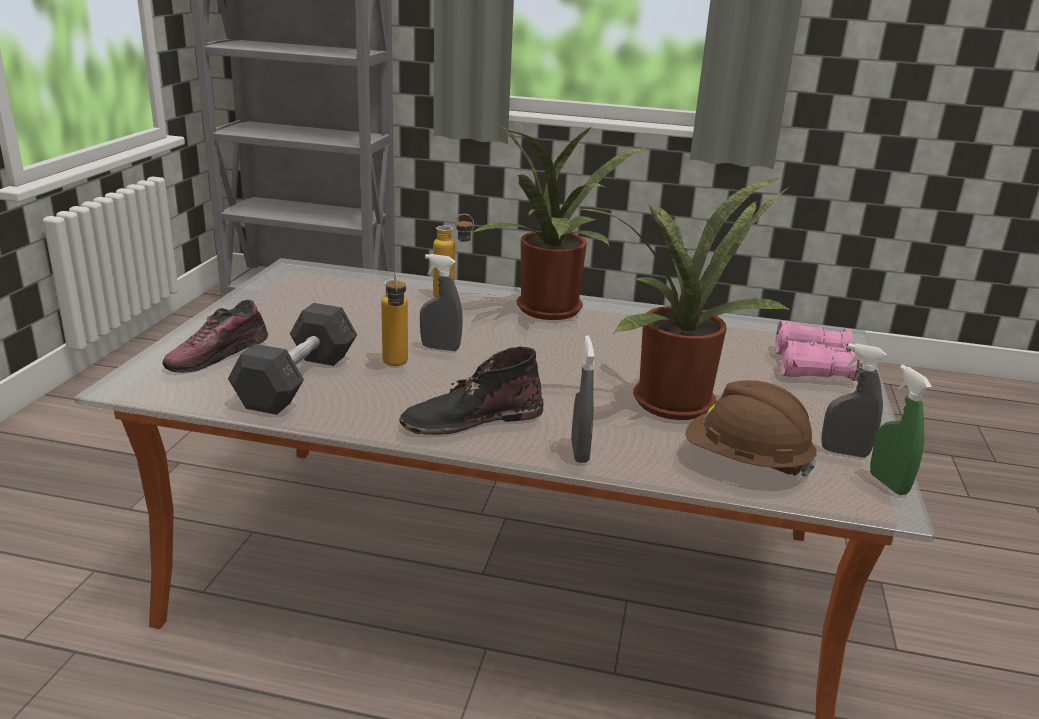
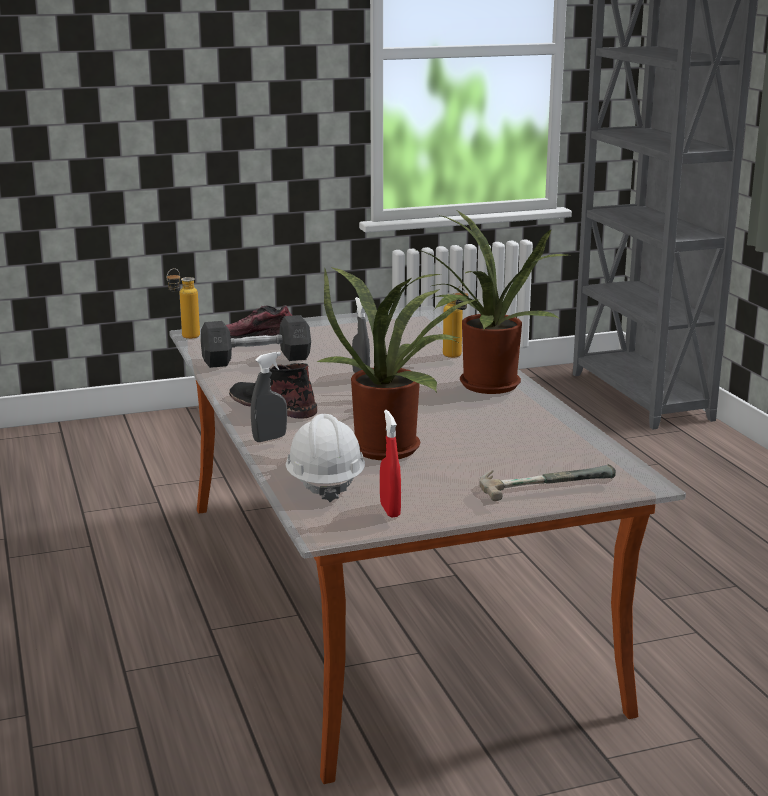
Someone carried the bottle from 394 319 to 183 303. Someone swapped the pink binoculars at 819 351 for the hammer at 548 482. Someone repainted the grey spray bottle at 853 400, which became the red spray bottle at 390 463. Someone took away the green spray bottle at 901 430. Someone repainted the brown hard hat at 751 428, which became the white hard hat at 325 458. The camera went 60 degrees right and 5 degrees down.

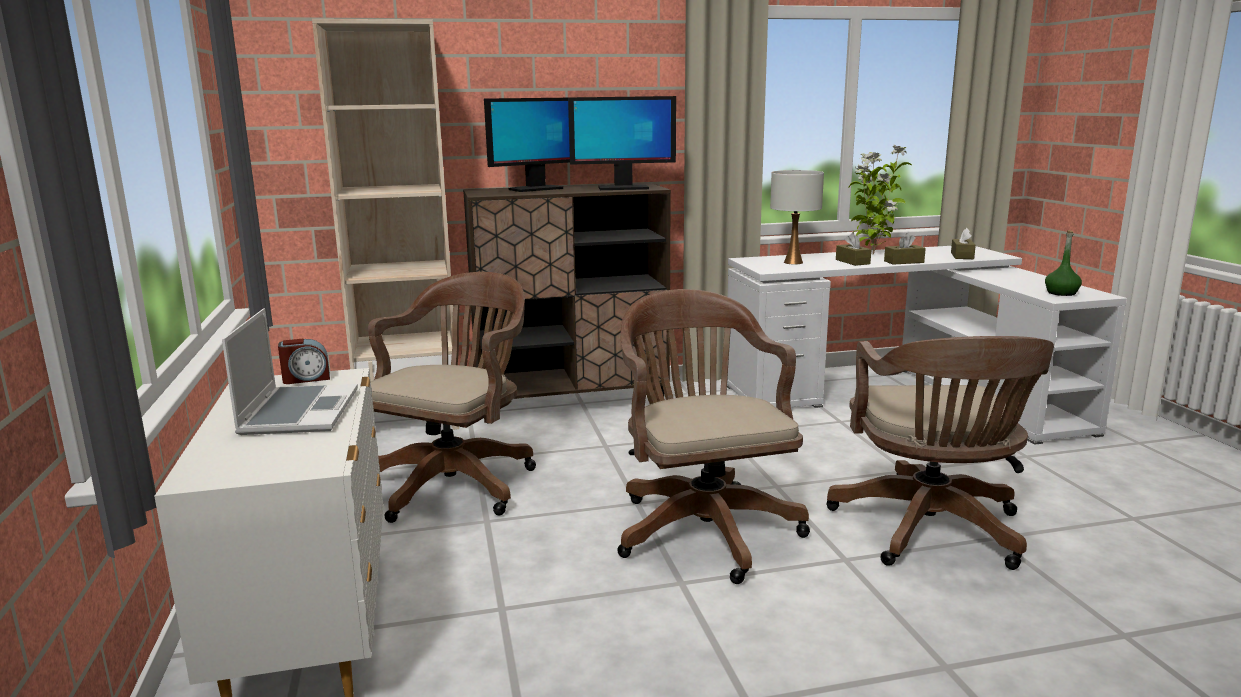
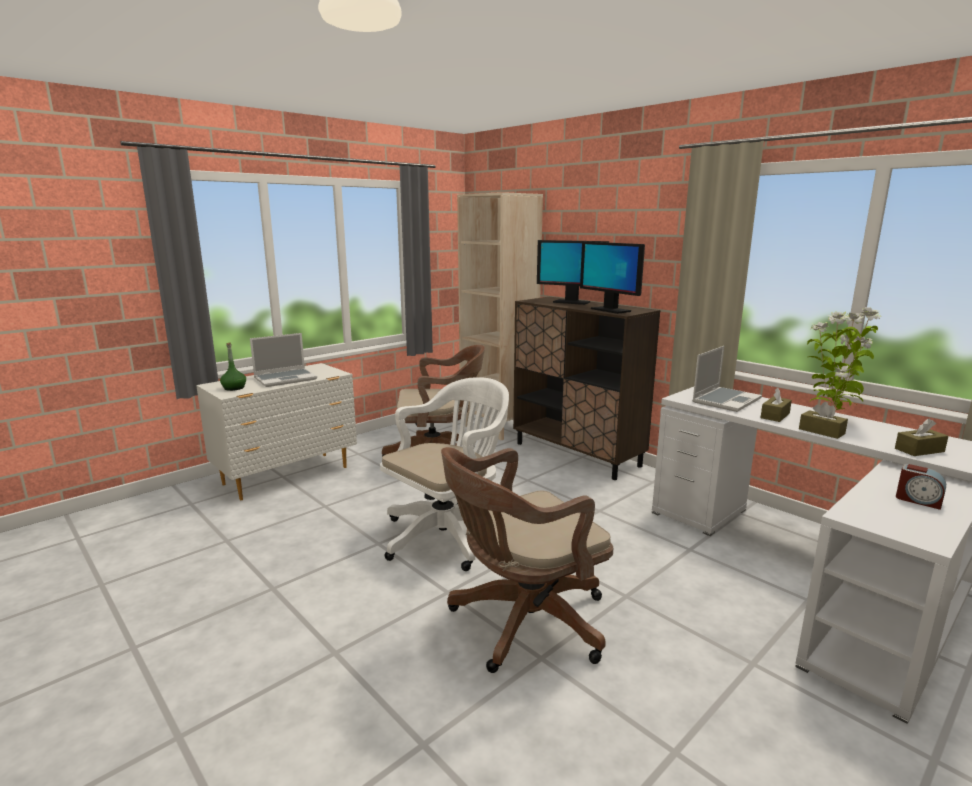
Someone swapped the white table lamp at 797 217 for the laptop at 727 379. Someone carried the green bottle from 1063 263 to 233 366. Someone repainted the brown office chair at 713 436, which became the white office chair at 444 474. Someone carried the alarm clock from 304 361 to 921 487. The camera went 60 degrees right and 0 degrees up.

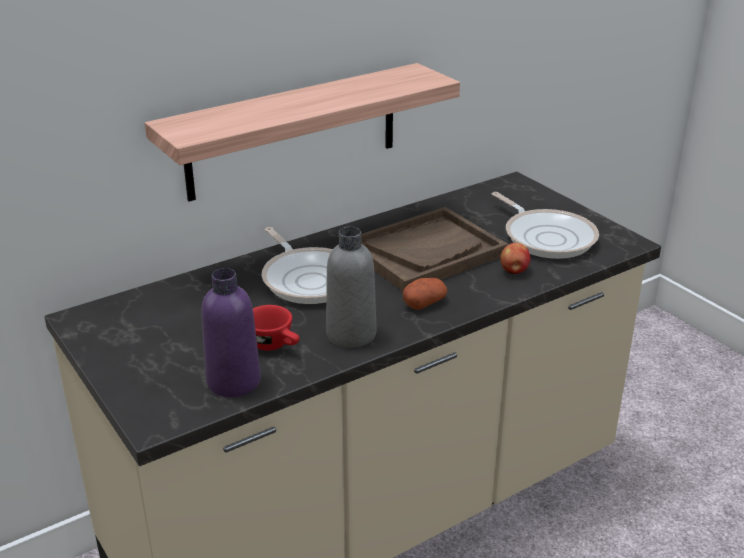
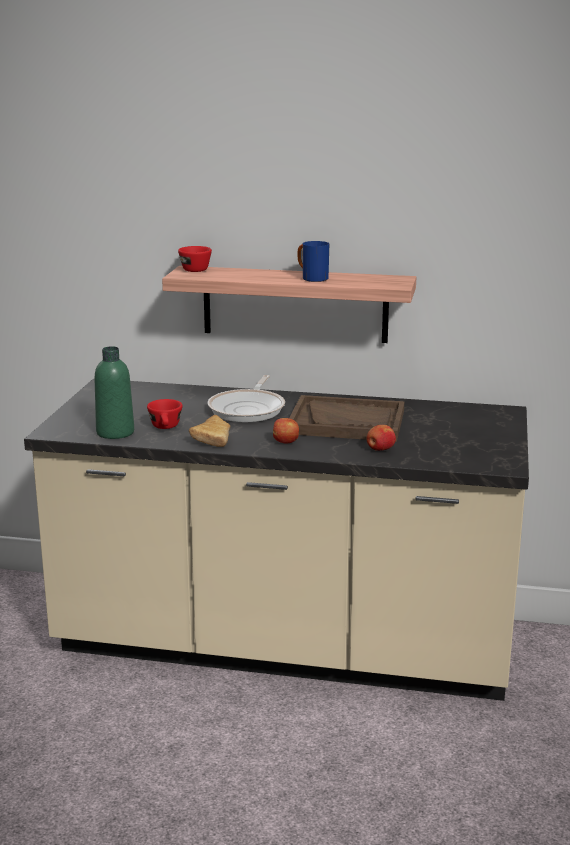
Someone took away the frying pan at 545 225. Someone swapped the grey bottle at 351 287 for the bread at 210 431. Someone repainted the purple bottle at 231 332, which became the green bottle at 114 392. Someone swapped the potato at 425 294 for the apple at 286 430. Someone put down the blue mug at 313 261. Someone put down the red cup at 195 259. The camera went 45 degrees right and 10 degrees down.

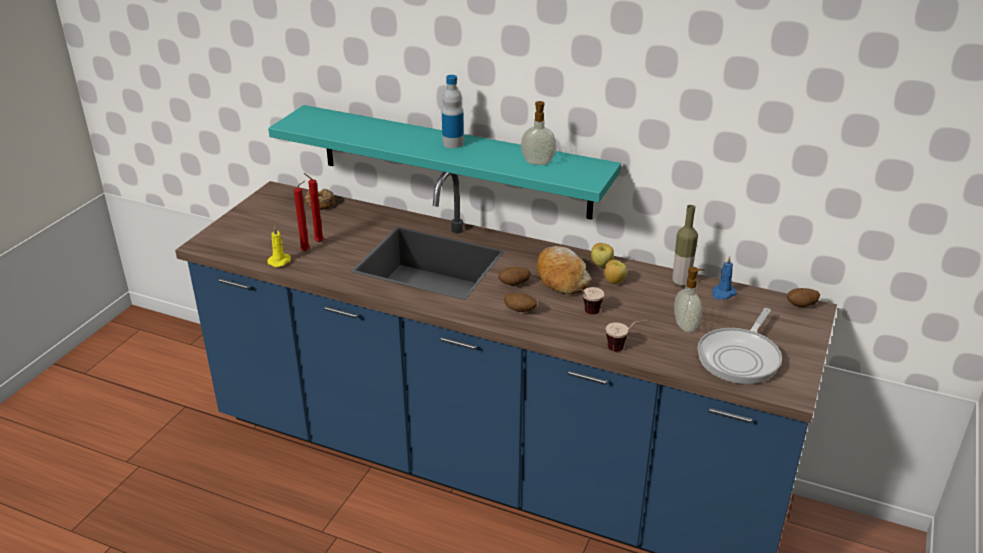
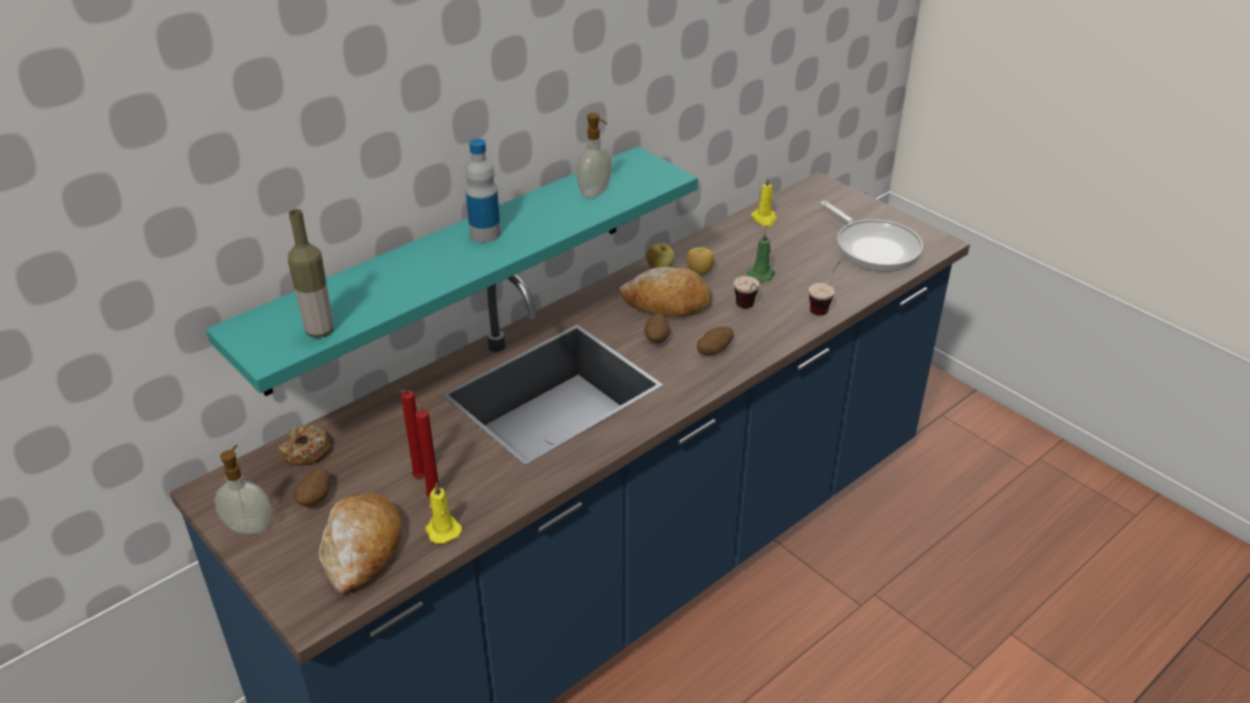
Someone carried the bottle from 685 246 to 311 273. Someone repainted the blue candle at 724 277, which became the yellow candle at 764 202. Someone carried the soap dispenser from 689 300 to 243 489. Someone carried the potato from 803 297 to 312 487. Someone put down the green candle at 761 256. Someone put down the bread at 360 543. The camera went 65 degrees left and 5 degrees up.

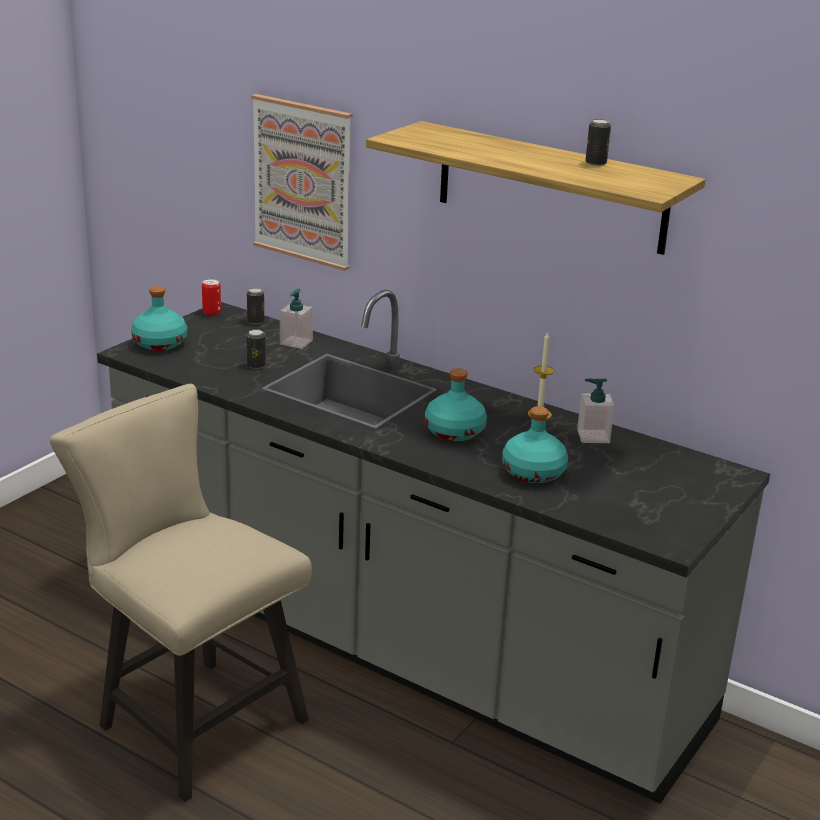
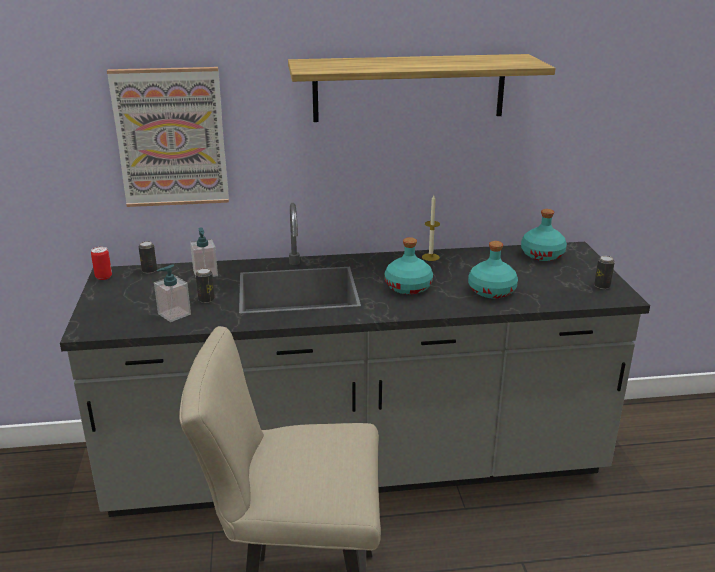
Someone carried the can from 598 142 to 604 272. Someone carried the turquoise bottle from 159 318 to 544 235. Someone carried the soap dispenser from 596 411 to 172 293. The camera went 40 degrees left and 0 degrees up.

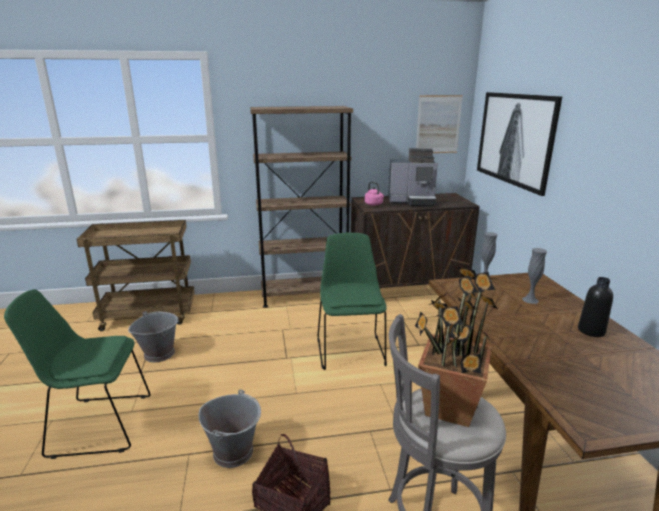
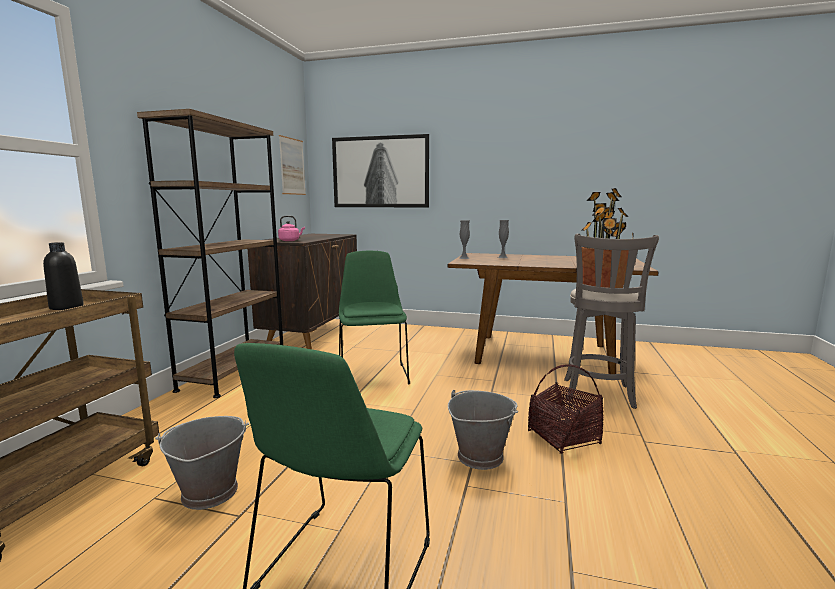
Someone took away the coffee machine at 413 177. Someone rotated the green chair at 352 301 by 60 degrees clockwise. Someone carried the black bottle from 595 307 to 63 276. The camera went 65 degrees left and 10 degrees down.

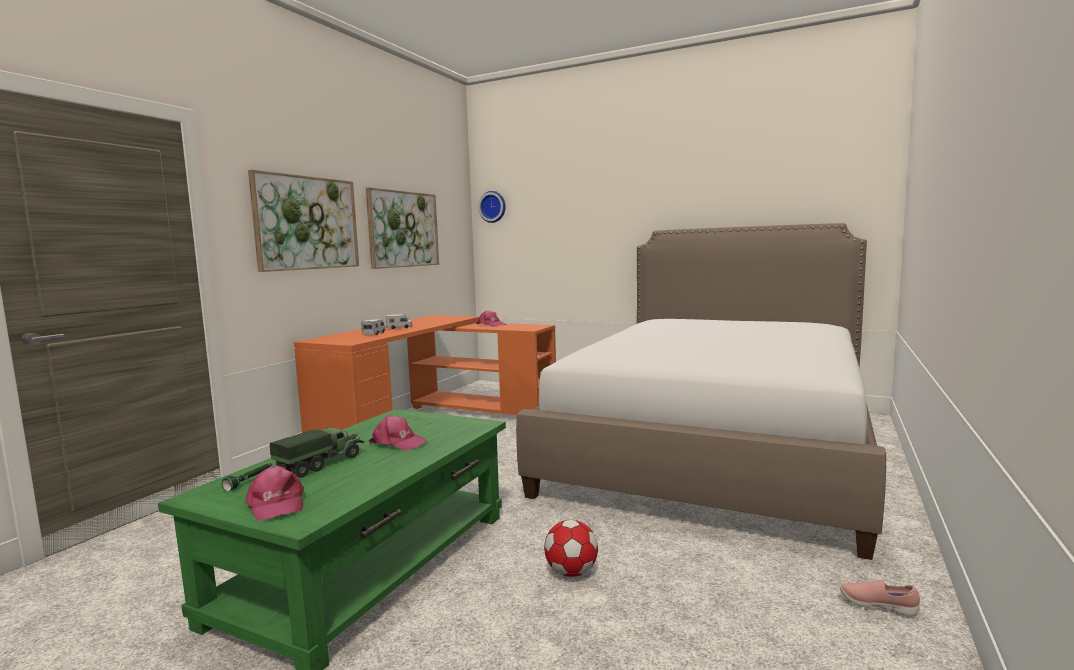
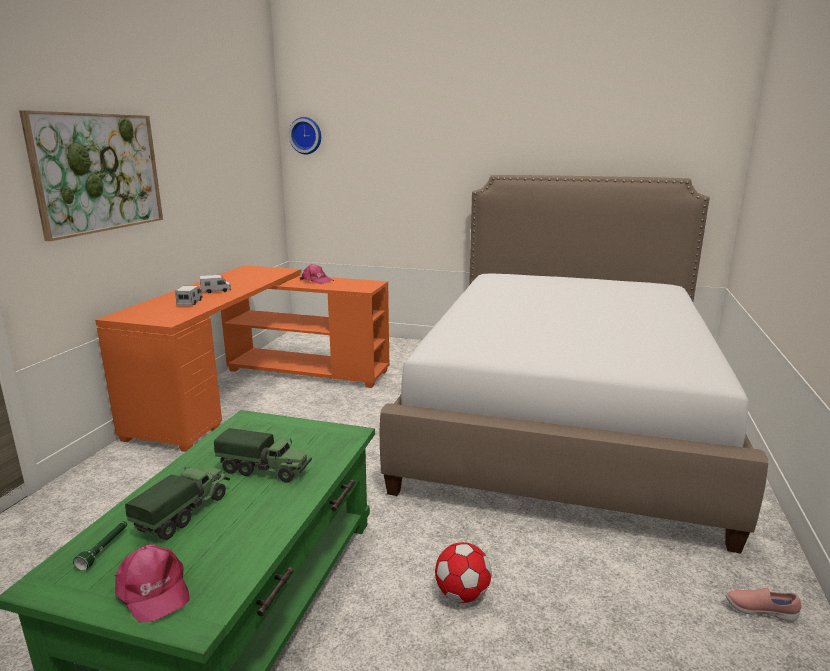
Someone took away the picture at 402 228. Someone swapped the pink cap at 398 432 for the toy truck at 263 455. The camera went 10 degrees left and 10 degrees up.

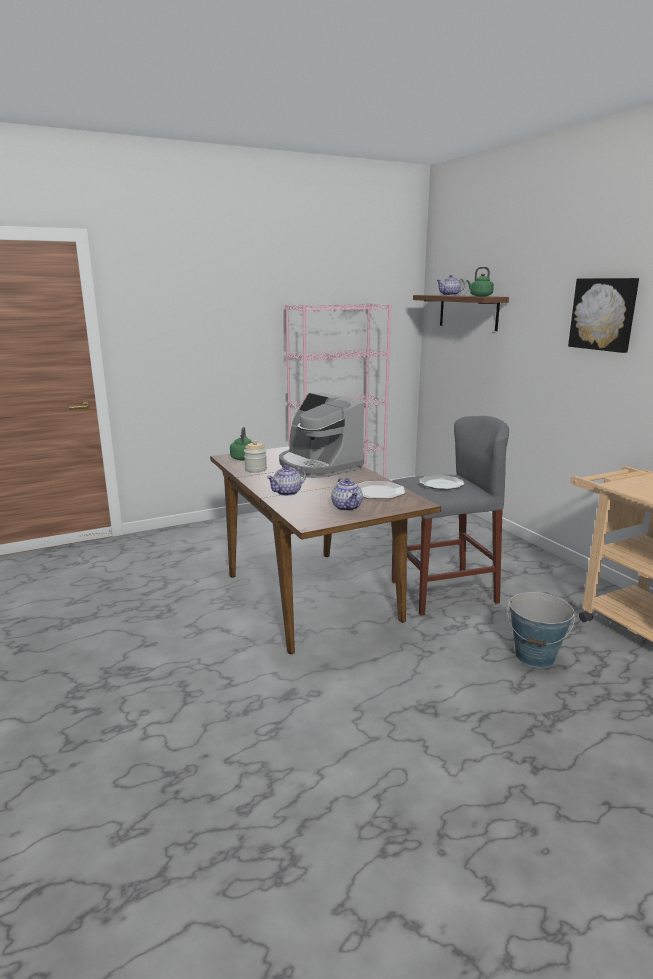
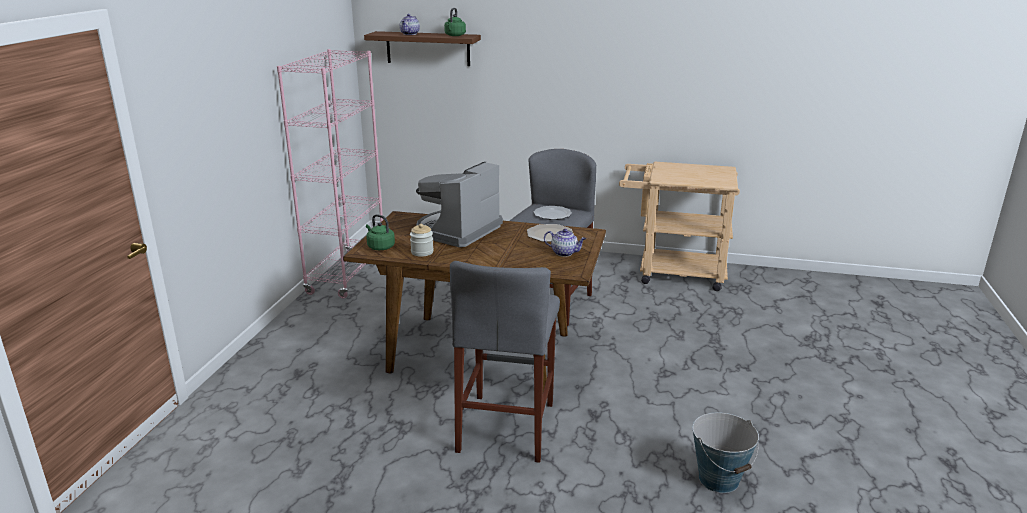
Someone took away the picture at 603 315. Someone rotated the coffee machine at 321 435 by 120 degrees clockwise. Someone took away the teapot at 286 480. Someone carried the bucket from 541 630 to 726 453. Someone put down the grey stool at 505 362. The camera went 50 degrees left and 5 degrees up.

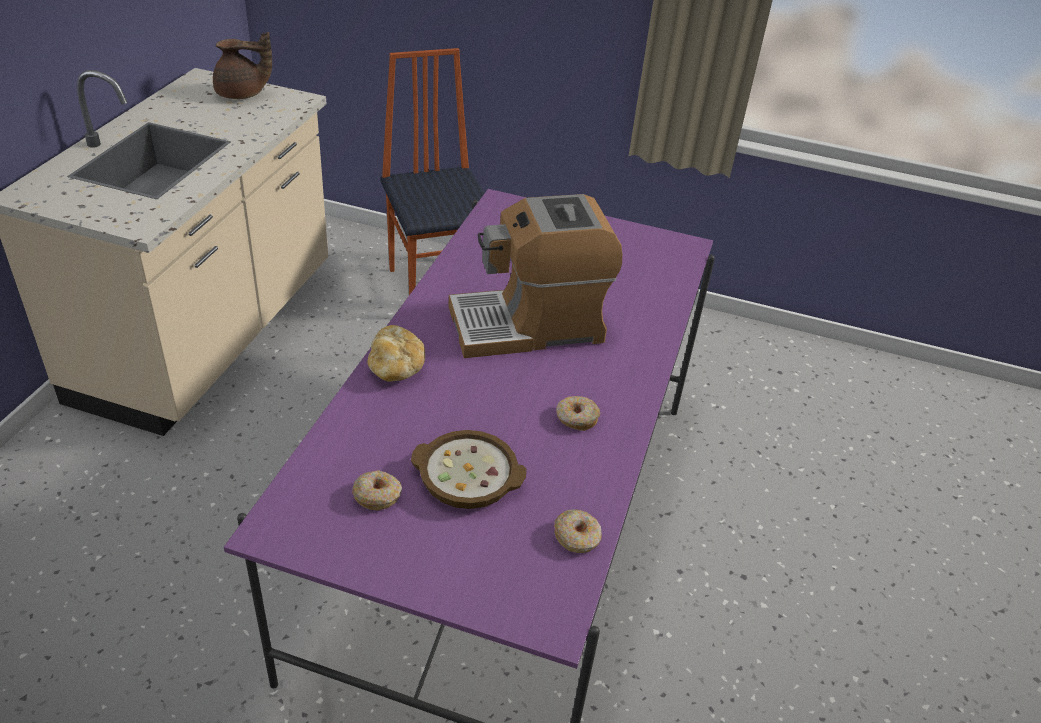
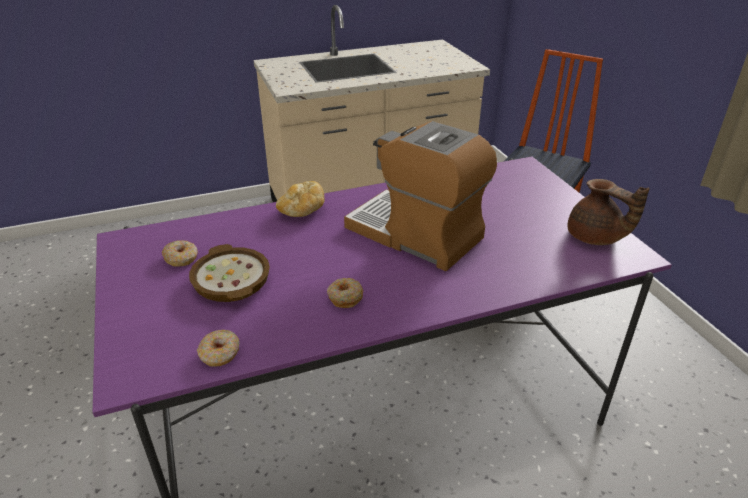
Someone carried the brown teapot from 242 65 to 608 212. The camera went 55 degrees right and 5 degrees down.

